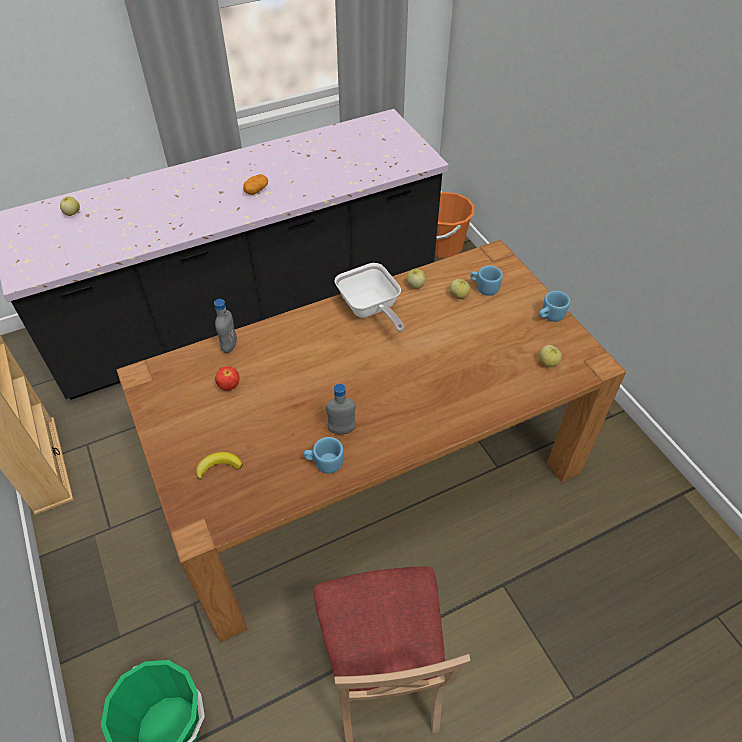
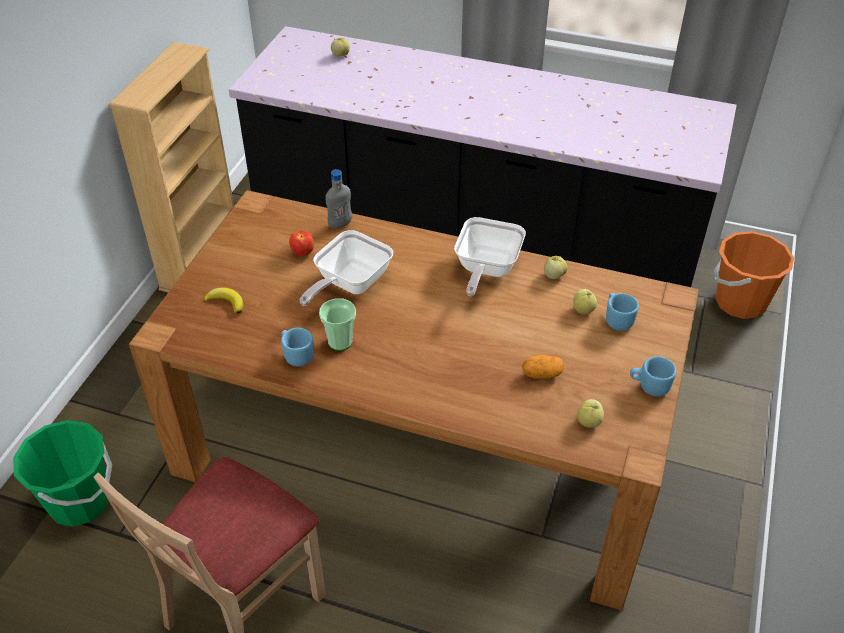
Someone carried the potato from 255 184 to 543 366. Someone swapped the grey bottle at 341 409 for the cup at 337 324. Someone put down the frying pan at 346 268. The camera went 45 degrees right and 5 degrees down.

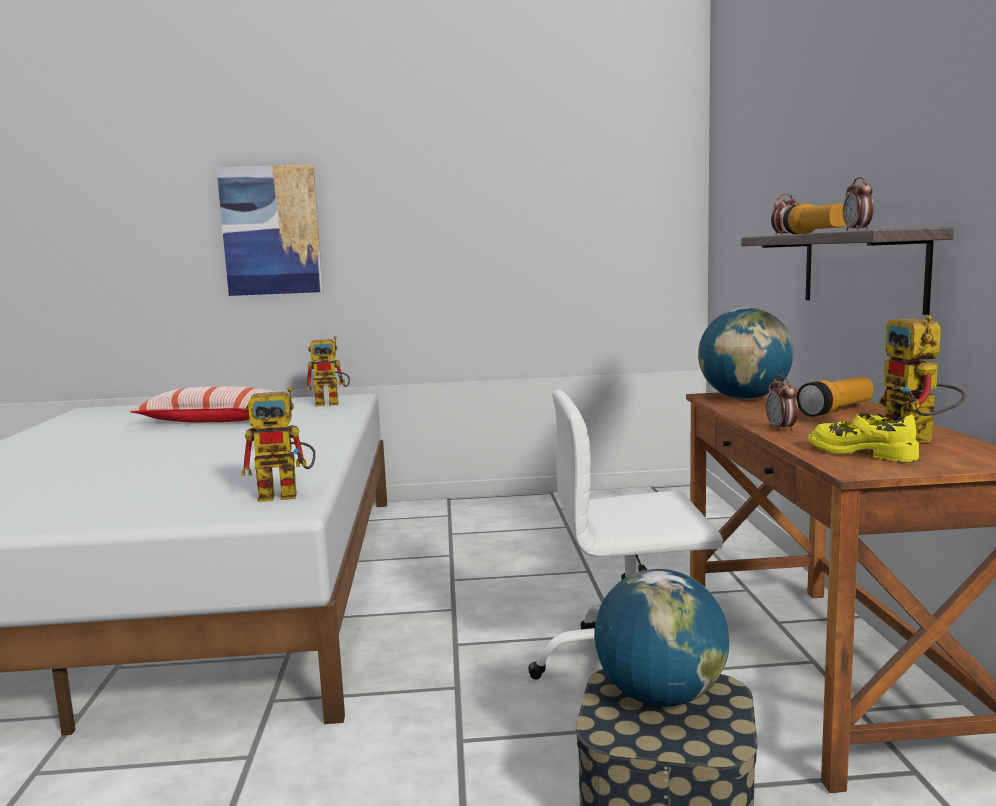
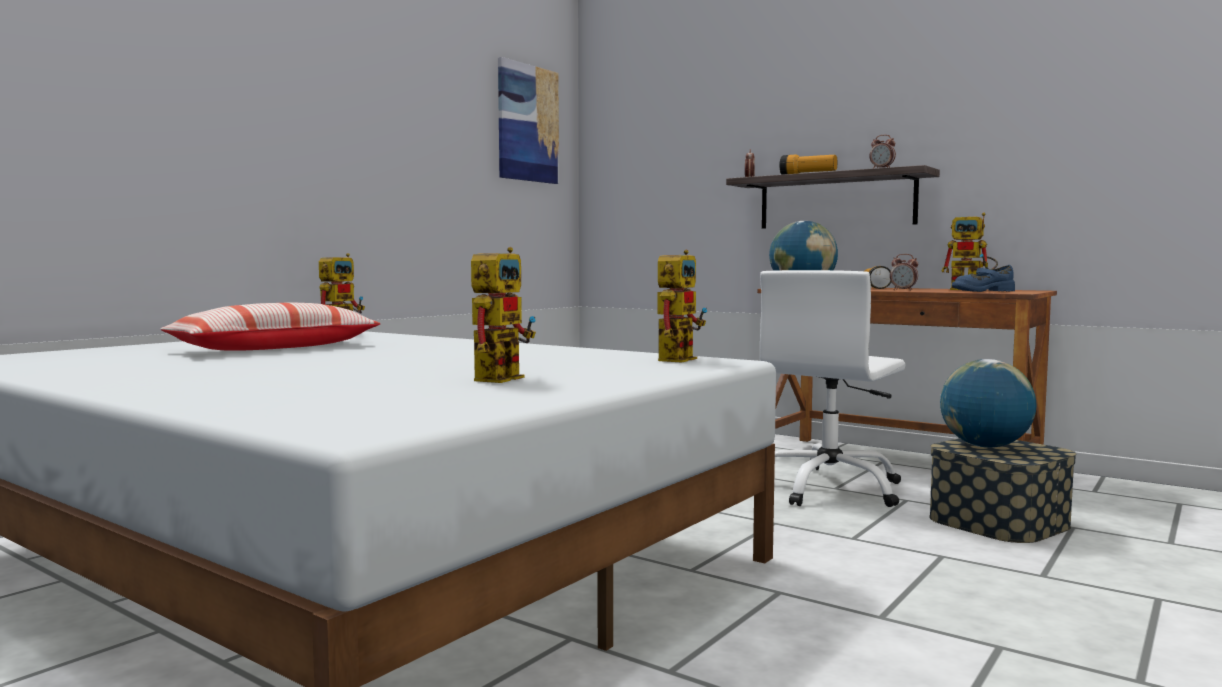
Someone carried the picture from 269 230 to 528 120. Someone repainted the yellow shoe at 863 437, which became the blue shoe at 983 278. Someone put down the toy robot at 503 315. The camera went 50 degrees left and 5 degrees down.

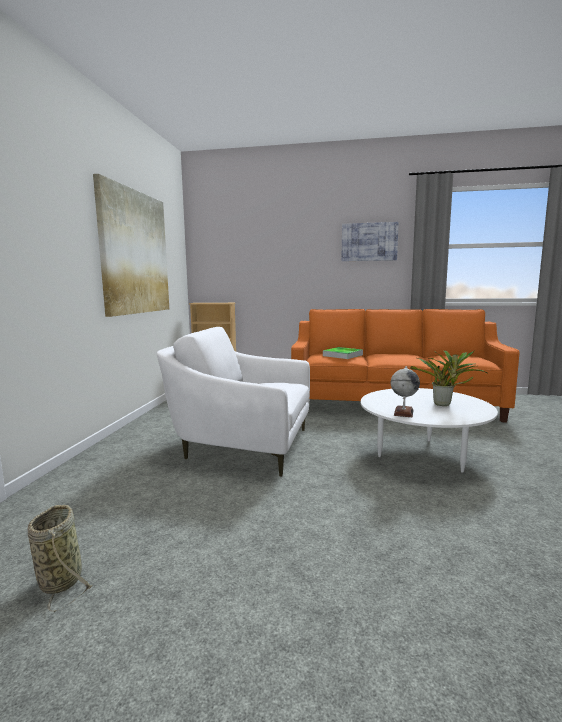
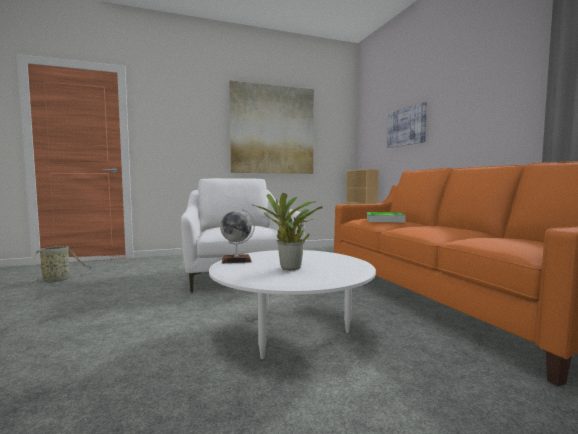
Someone carried the picture from 370 241 to 407 125. The camera went 60 degrees right and 5 degrees down.

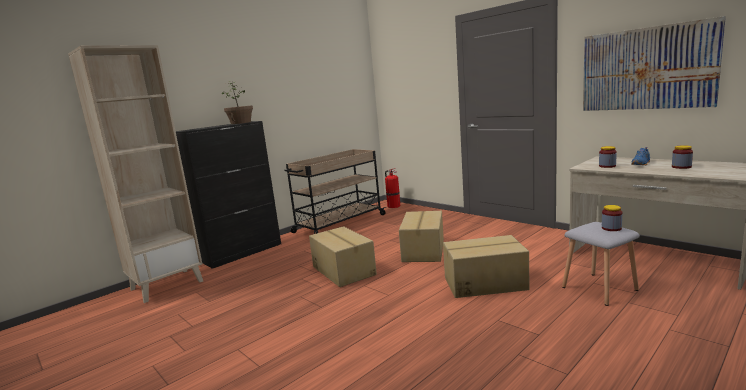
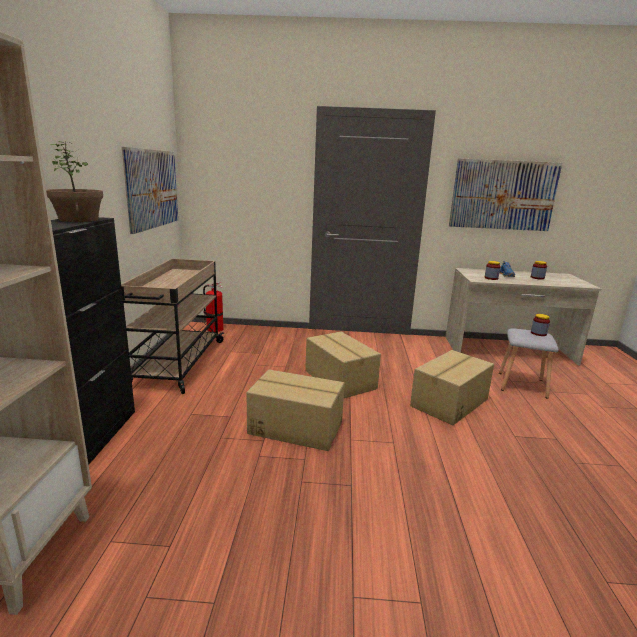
Someone put up the picture at 150 190. The camera went 45 degrees left and 5 degrees up.

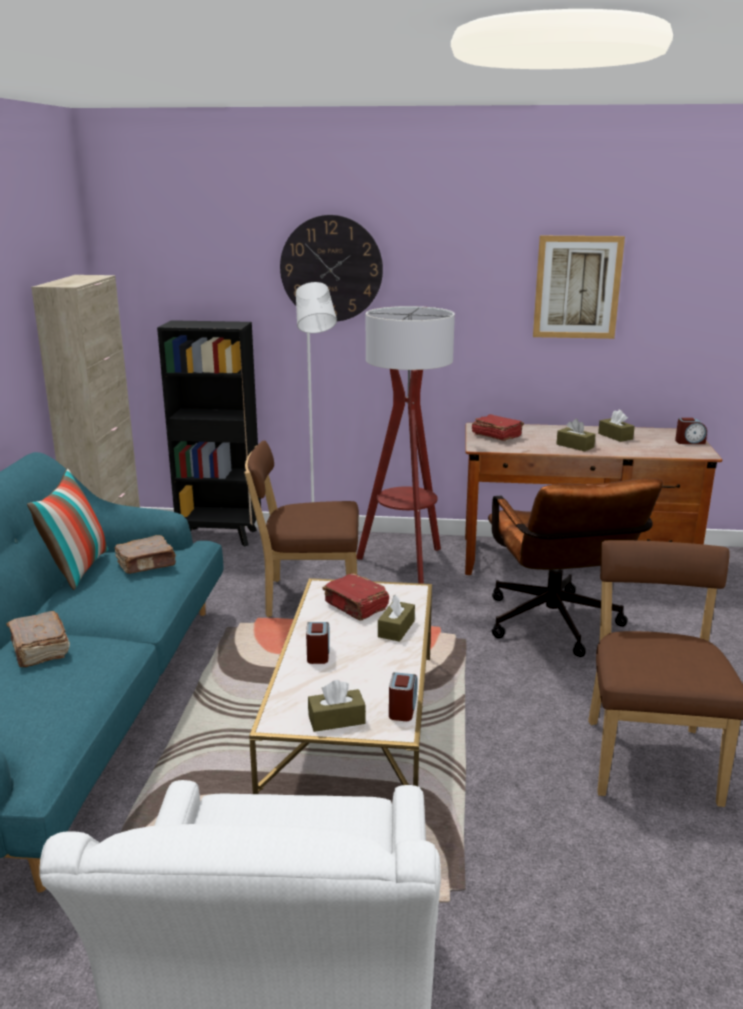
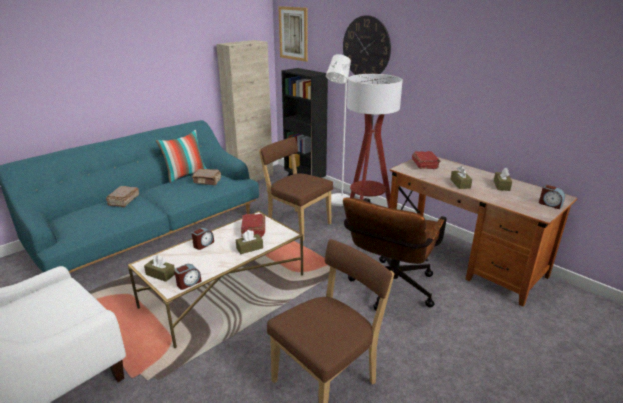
Someone carried the picture from 579 287 to 293 34. The camera went 40 degrees right and 5 degrees up.

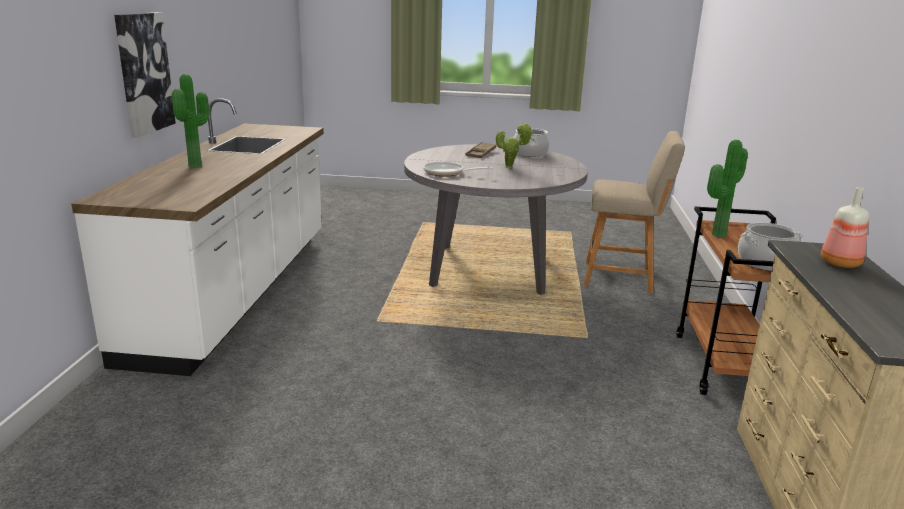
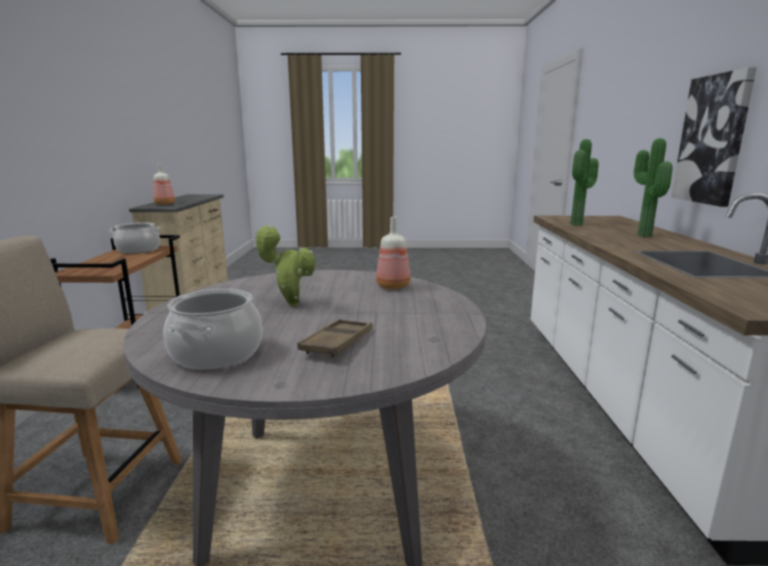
Someone carried the potted plant from 727 189 to 584 182. Someone swapped the frying pan at 458 169 for the bottle at 393 253. The camera went 175 degrees right and 5 degrees down.

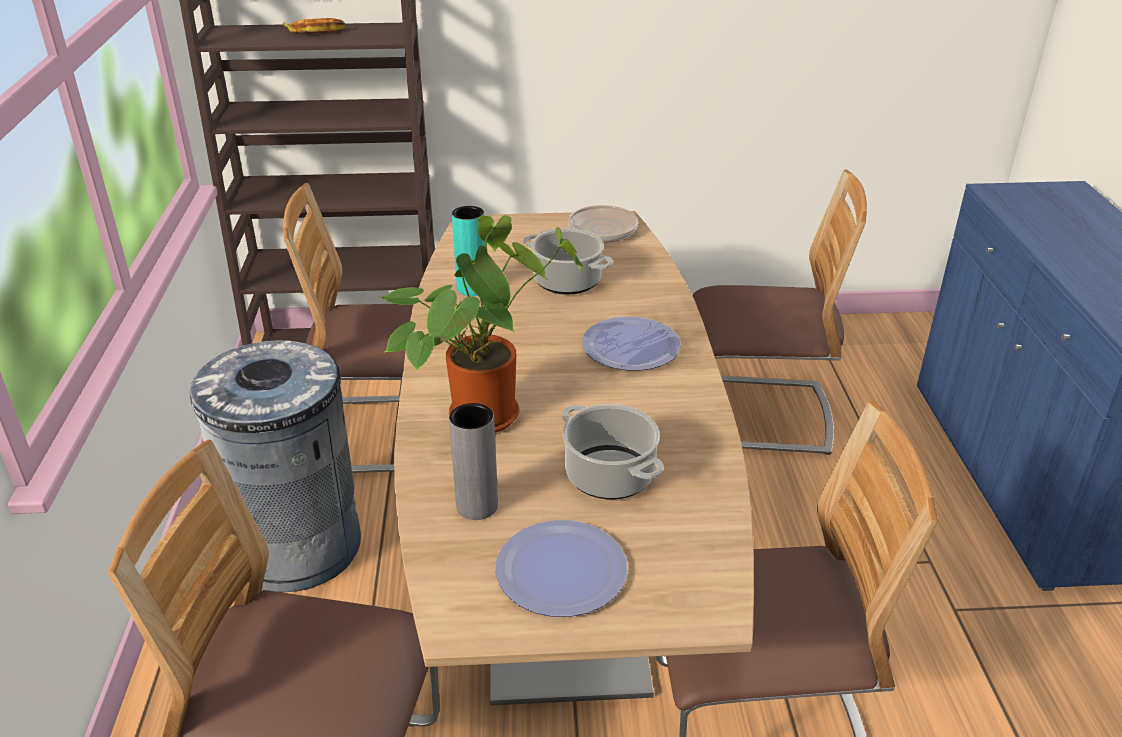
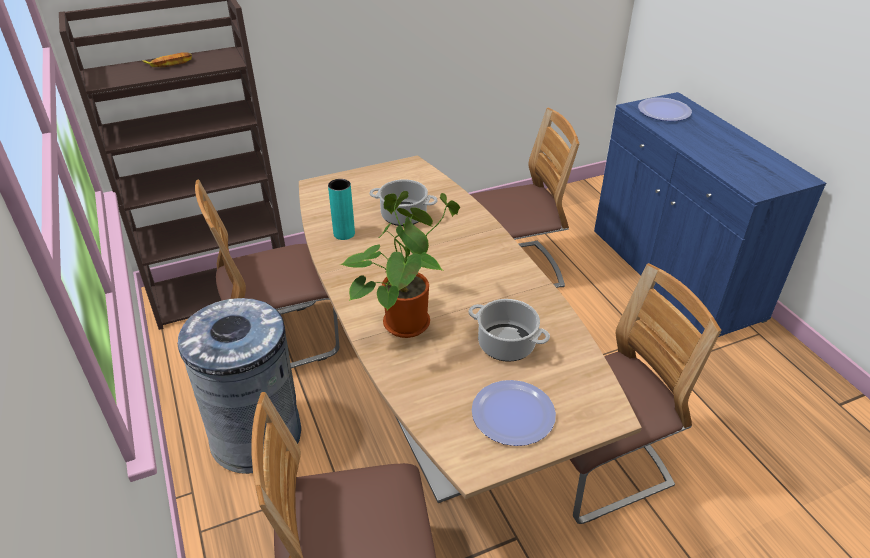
Someone took away the frying pan at 588 223. Someone carried the plate from 631 343 to 665 109. Someone took away the grey vase at 473 461. The camera went 20 degrees left and 5 degrees up.

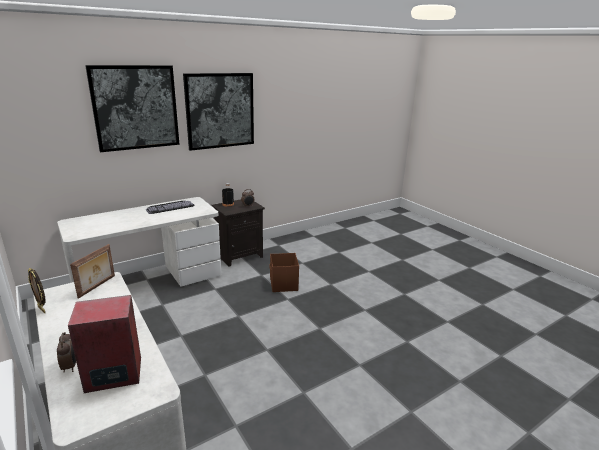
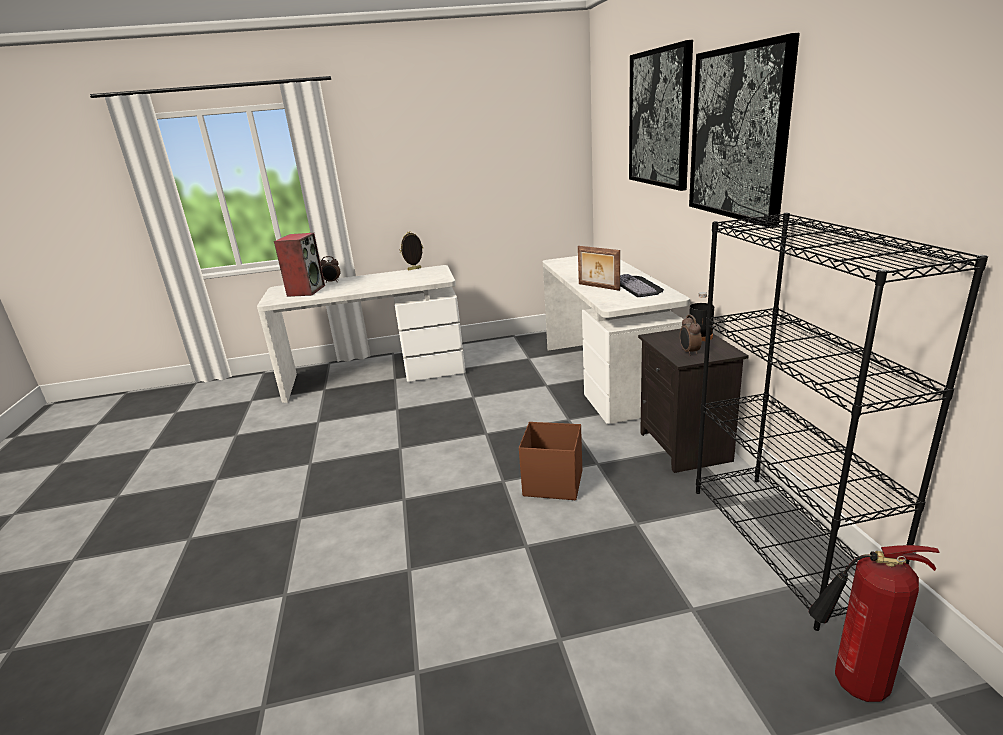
Someone carried the picture frame from 92 271 to 599 268. Someone put down the black bookcase at 842 422. Someone put down the fire extinguisher at 874 623. The camera went 115 degrees right and 0 degrees up.

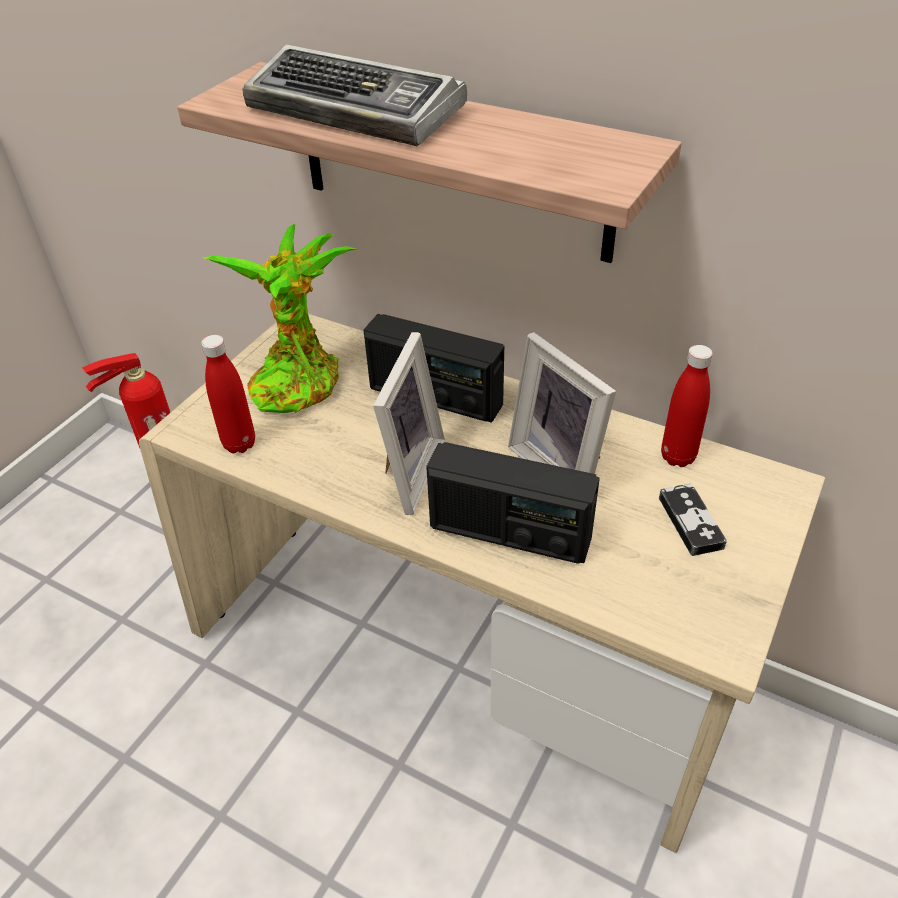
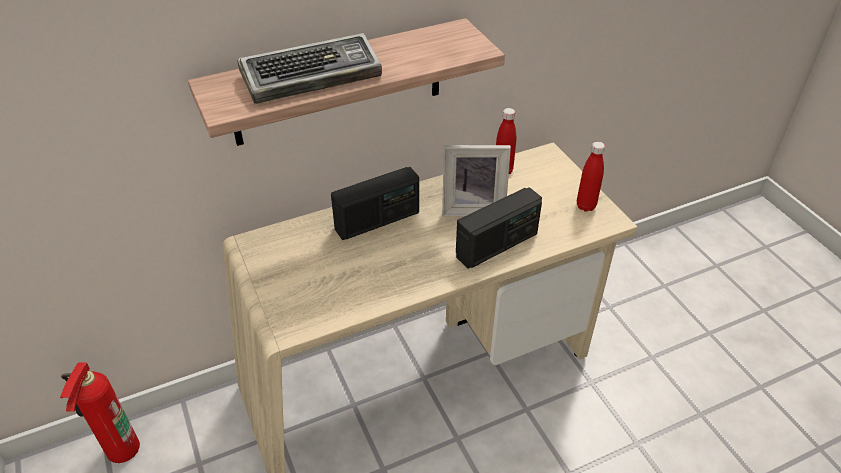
Someone took away the potted plant at 279 318. Someone took away the picture frame at 409 423. Someone carried the red bottle from 228 394 to 591 177. Someone took away the game controller at 693 520. The camera went 55 degrees left and 0 degrees up.

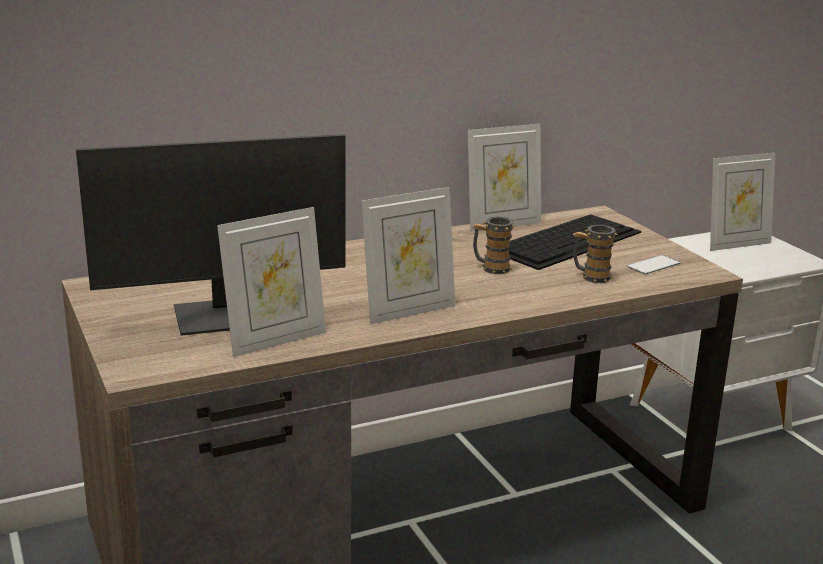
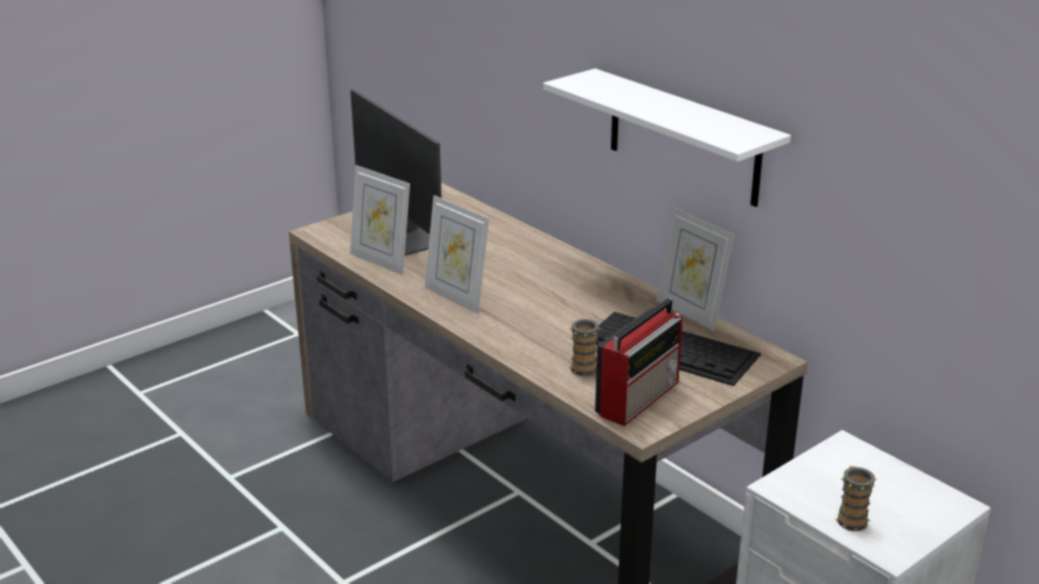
Someone took away the picture frame at 742 202. Someone carried the mug from 494 245 to 856 498. Someone swapped the phone at 654 264 for the radio at 639 362. Someone put up the white shelf at 667 137. The camera went 75 degrees right and 5 degrees up.

